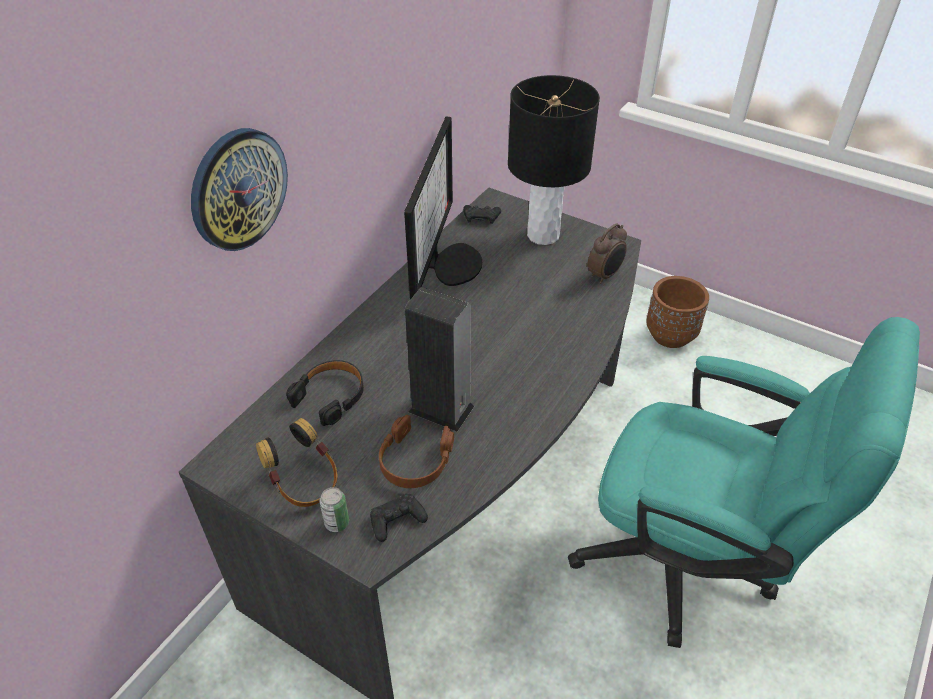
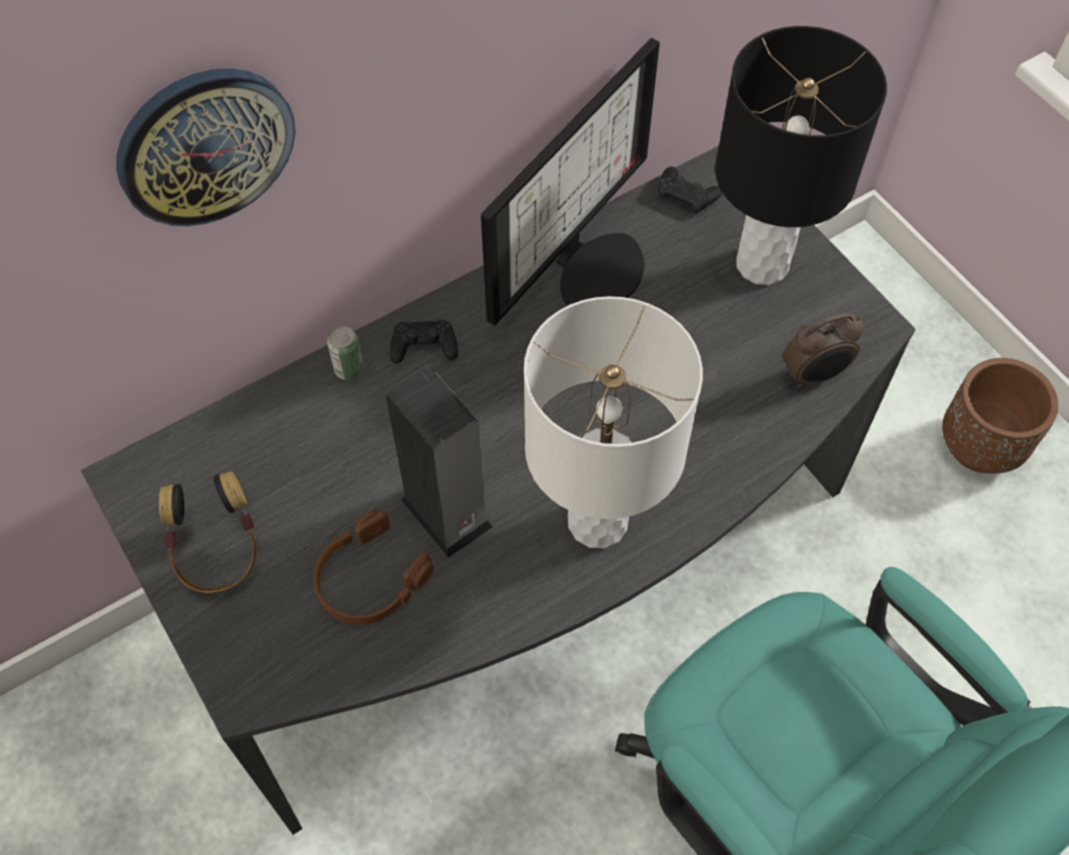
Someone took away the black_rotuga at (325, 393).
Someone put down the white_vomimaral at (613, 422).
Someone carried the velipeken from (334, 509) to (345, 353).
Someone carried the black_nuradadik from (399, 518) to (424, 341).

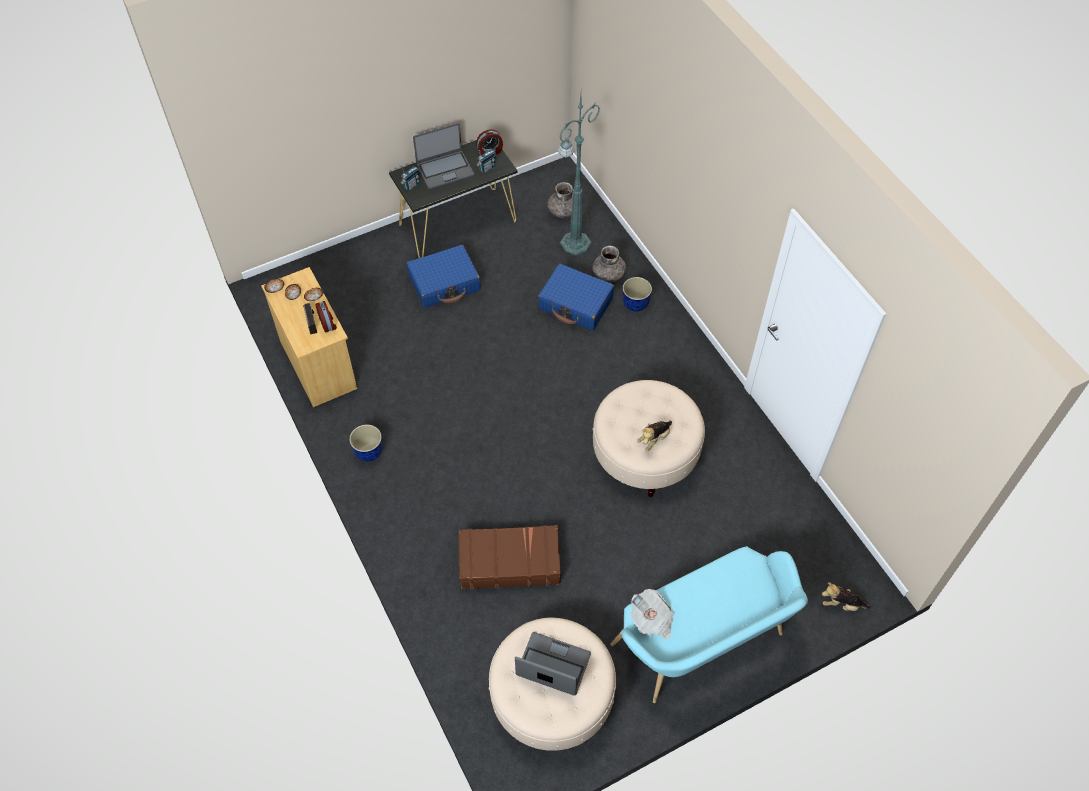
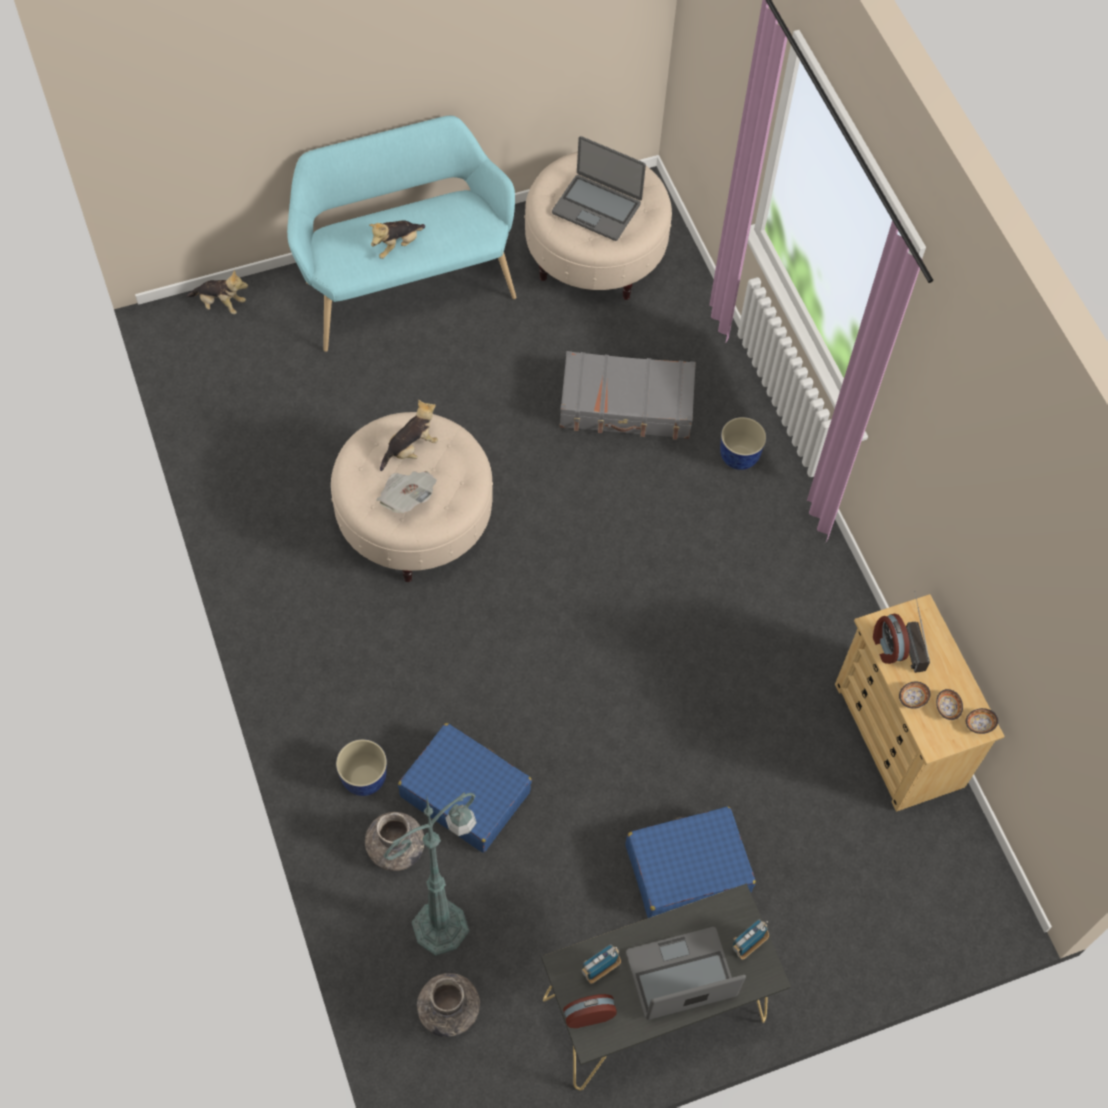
Someone put down the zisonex at (397, 239).
Someone carried the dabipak from (365, 443) to (743, 443).
Someone carried the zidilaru from (652, 614) to (406, 492).
Someone repainted the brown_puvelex at (510, 557), which became the grey_puvelex at (628, 395).

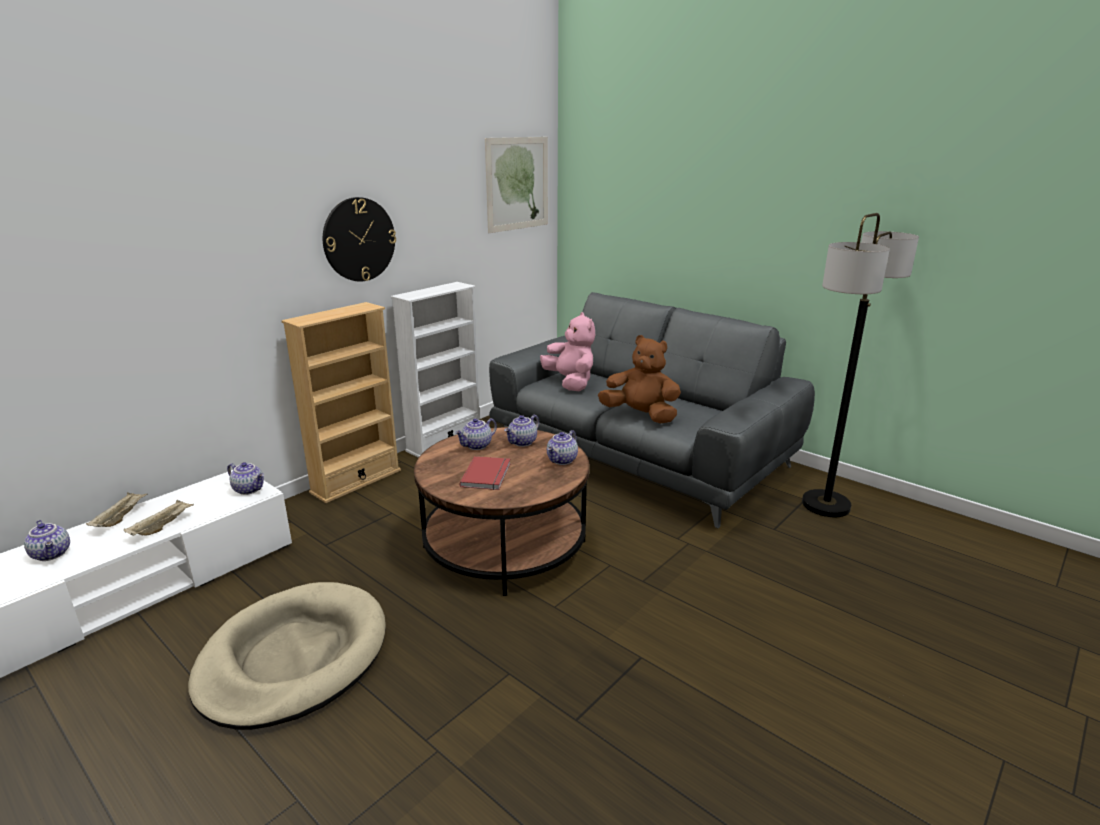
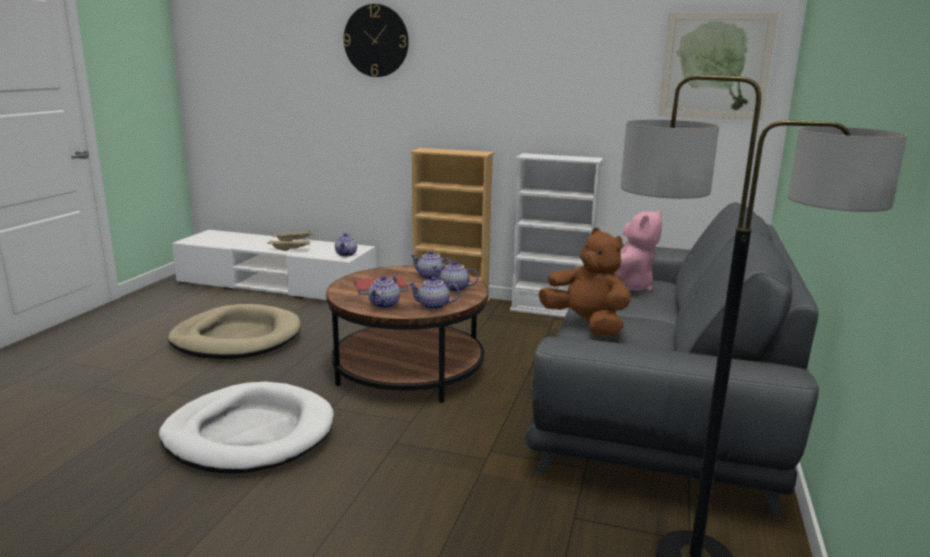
Someone put down the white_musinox at (246, 428).
Someone carried the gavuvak from (47, 540) to (384, 292).
Someone carried the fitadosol from (359, 239) to (376, 40).
Someone rotated the brown_zisonex at (639, 379) by 45 degrees counterclockwise.

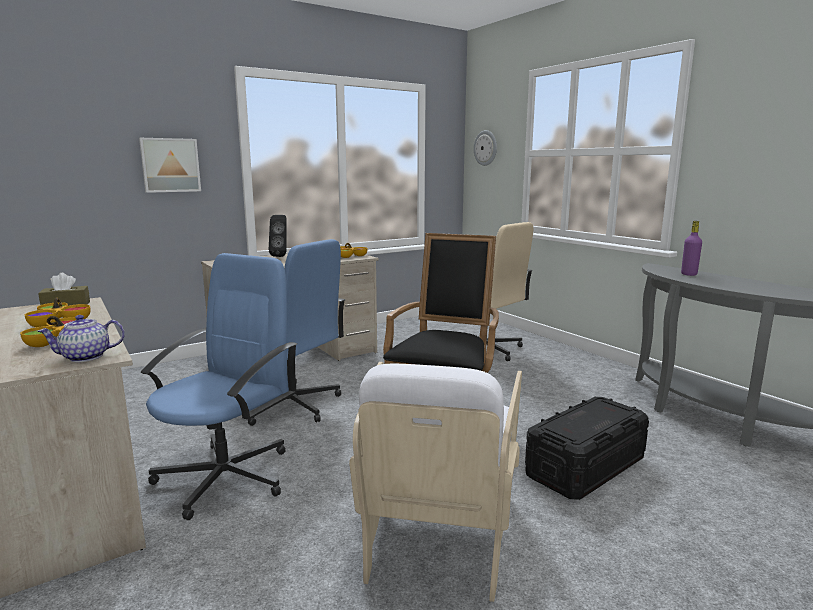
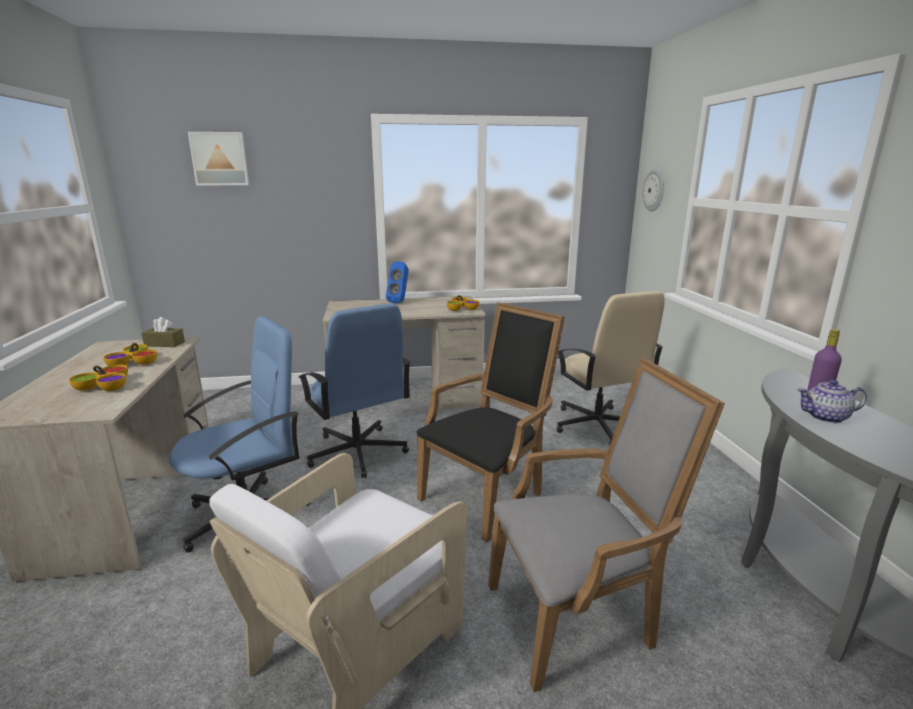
Someone carried the gavuvak from (81, 338) to (832, 401).
Someone carried the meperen from (170, 165) to (218, 158).
Someone swapped the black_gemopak at (587, 448) for the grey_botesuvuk at (606, 525).
Someone repainted the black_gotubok at (278, 236), which became the blue_gotubok at (397, 282).

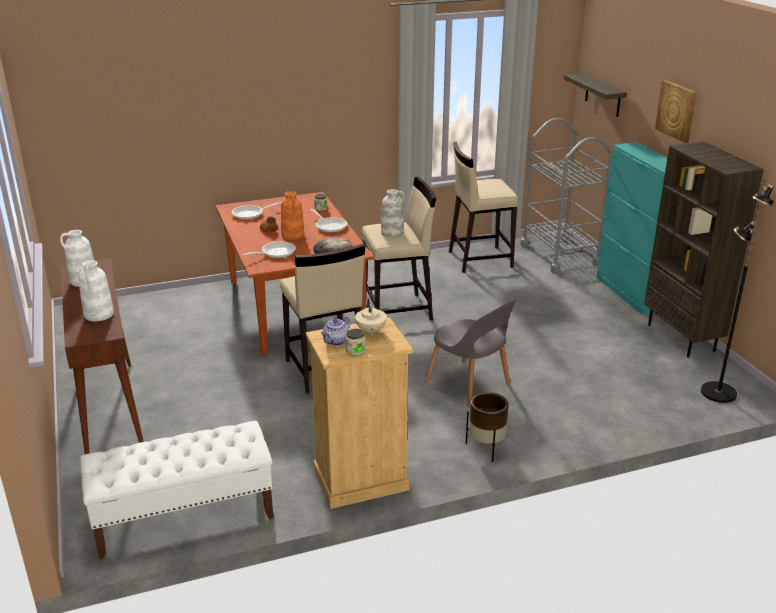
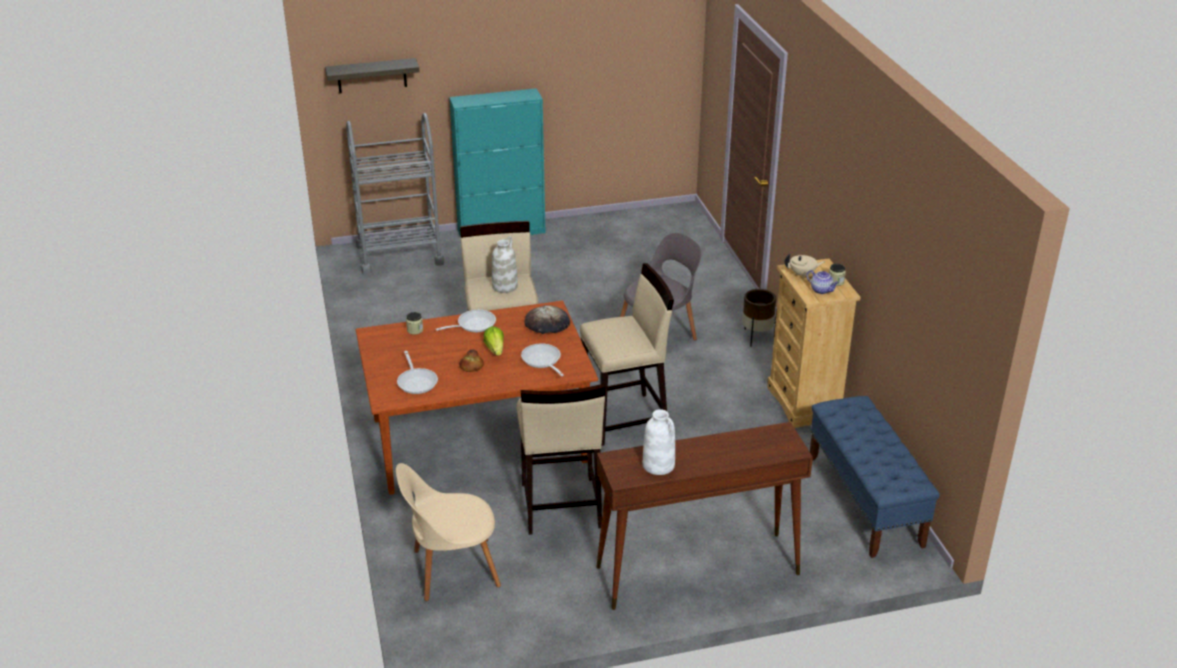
Someone took away the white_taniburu at (96, 290).
Someone took away the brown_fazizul at (704, 249).
Someone took away the meperen at (676, 111).
Someone took away the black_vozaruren at (737, 290).
Someone put down the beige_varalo at (448, 532).
Someone carried the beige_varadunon from (483, 207) to (561, 459).
Someone swapped the orange_taniburu at (292, 215) for the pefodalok at (494, 341).
Someone repainted the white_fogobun at (176, 490), which became the blue_fogobun at (875, 477).

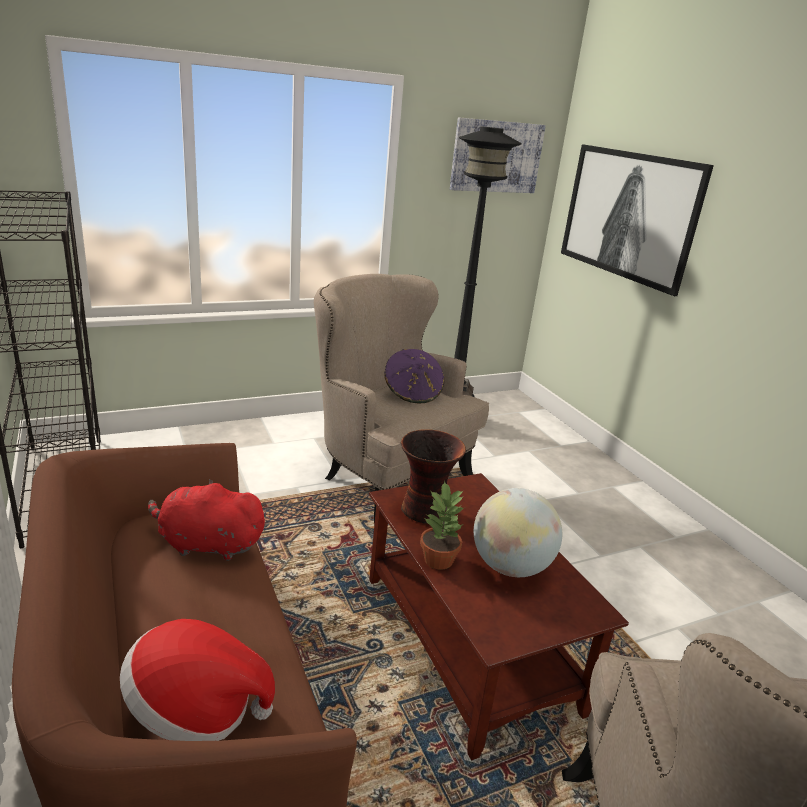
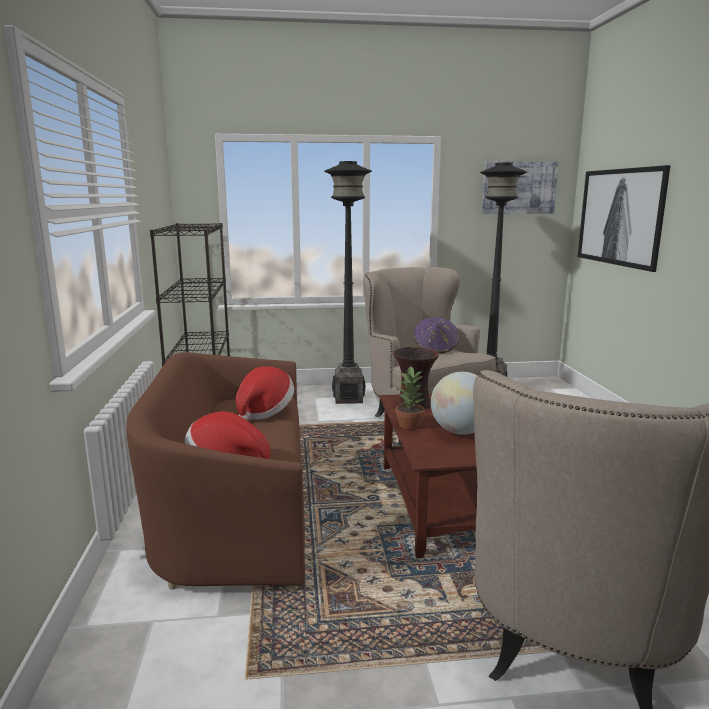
Someone put down the black_vozaruren at (348, 282).
Someone swapped the red_zisonex at (207, 520) for the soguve at (265, 393).

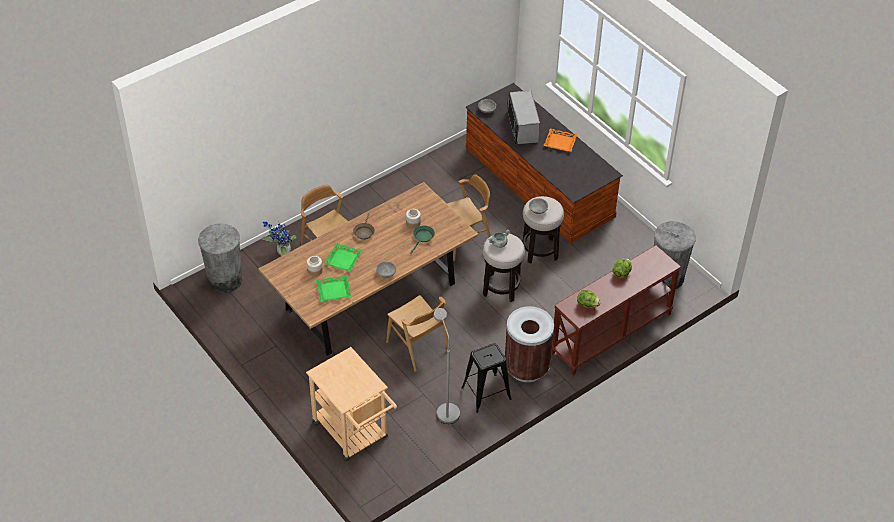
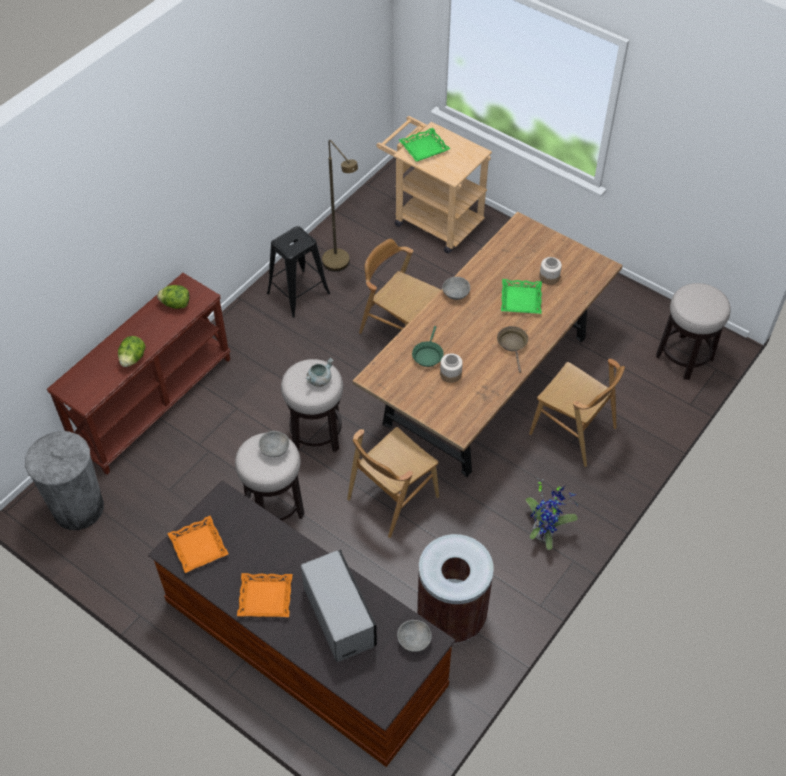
Someone put down the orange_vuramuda at (197, 544).
Someone carried the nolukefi from (279, 238) to (552, 514).
Someone carried the green_vuramuda from (334, 288) to (424, 145).
Someone carried the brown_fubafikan from (529, 344) to (455, 588).
Someone swapped the grey_fubafikan at (220, 258) for the varadunon at (693, 331).
Someone repainted the grey_vozaruren at (447, 366), which became the brown_vozaruren at (340, 206).

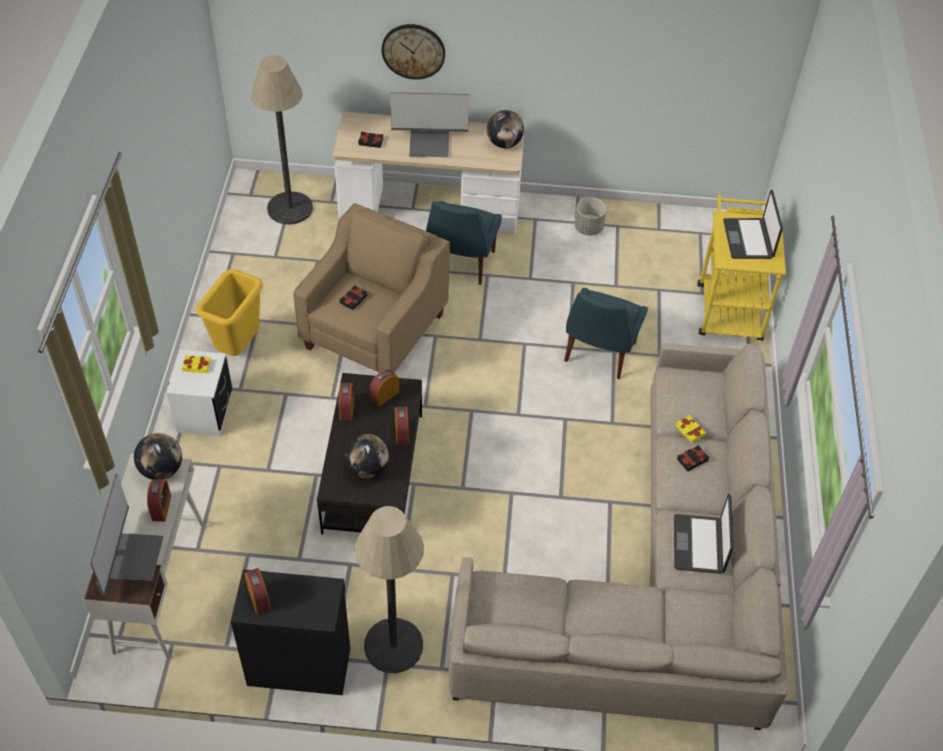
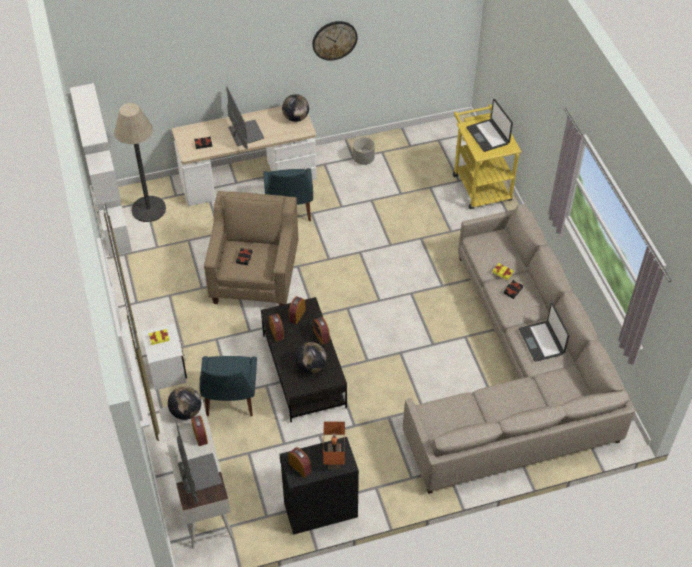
Someone took away the yellow_fubafikan at (229, 312).
Someone took away the vozaruren at (389, 589).
Someone put down the white_fazizul at (101, 169).
Someone put down the orange_vomimaral at (334, 445).
Someone carried the fitadosol from (413, 52) to (335, 41).
Someone carried the blue_varalo from (606, 333) to (228, 386).
Someone rotated the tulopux at (429, 124) by 90 degrees counterclockwise.

